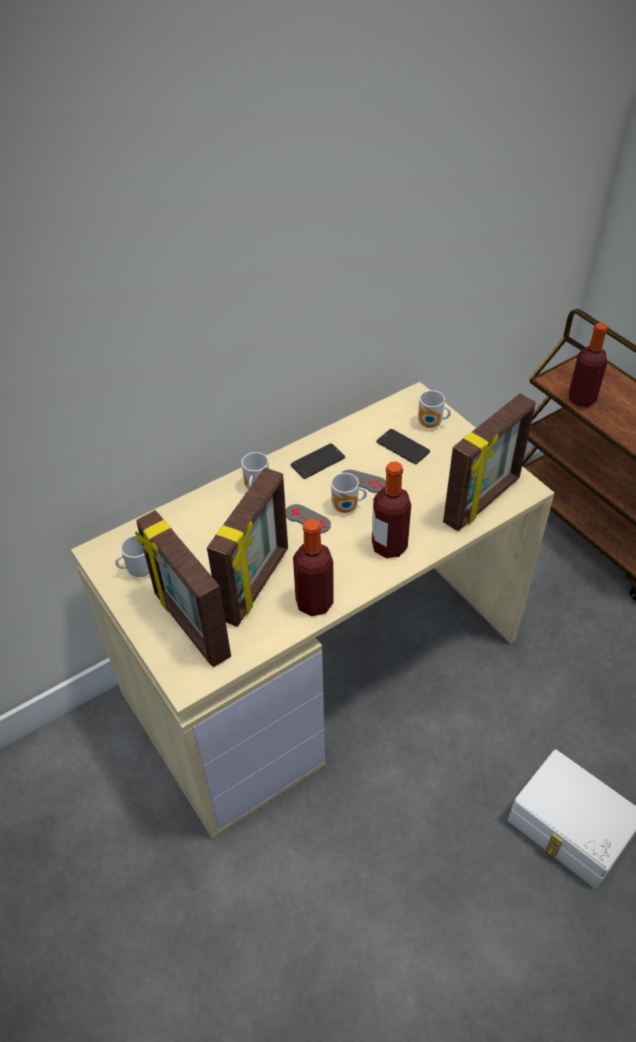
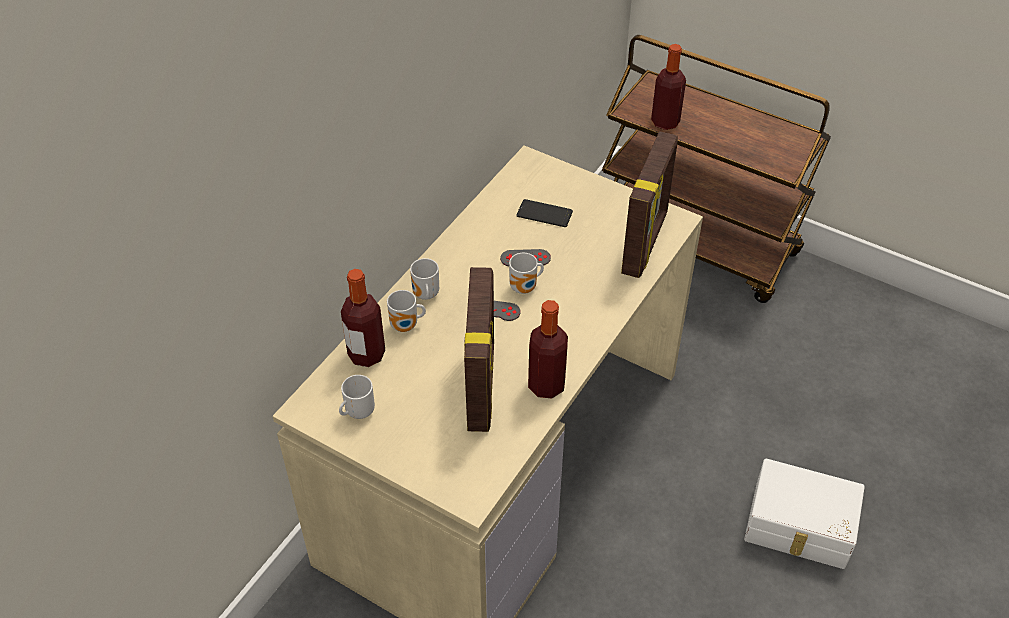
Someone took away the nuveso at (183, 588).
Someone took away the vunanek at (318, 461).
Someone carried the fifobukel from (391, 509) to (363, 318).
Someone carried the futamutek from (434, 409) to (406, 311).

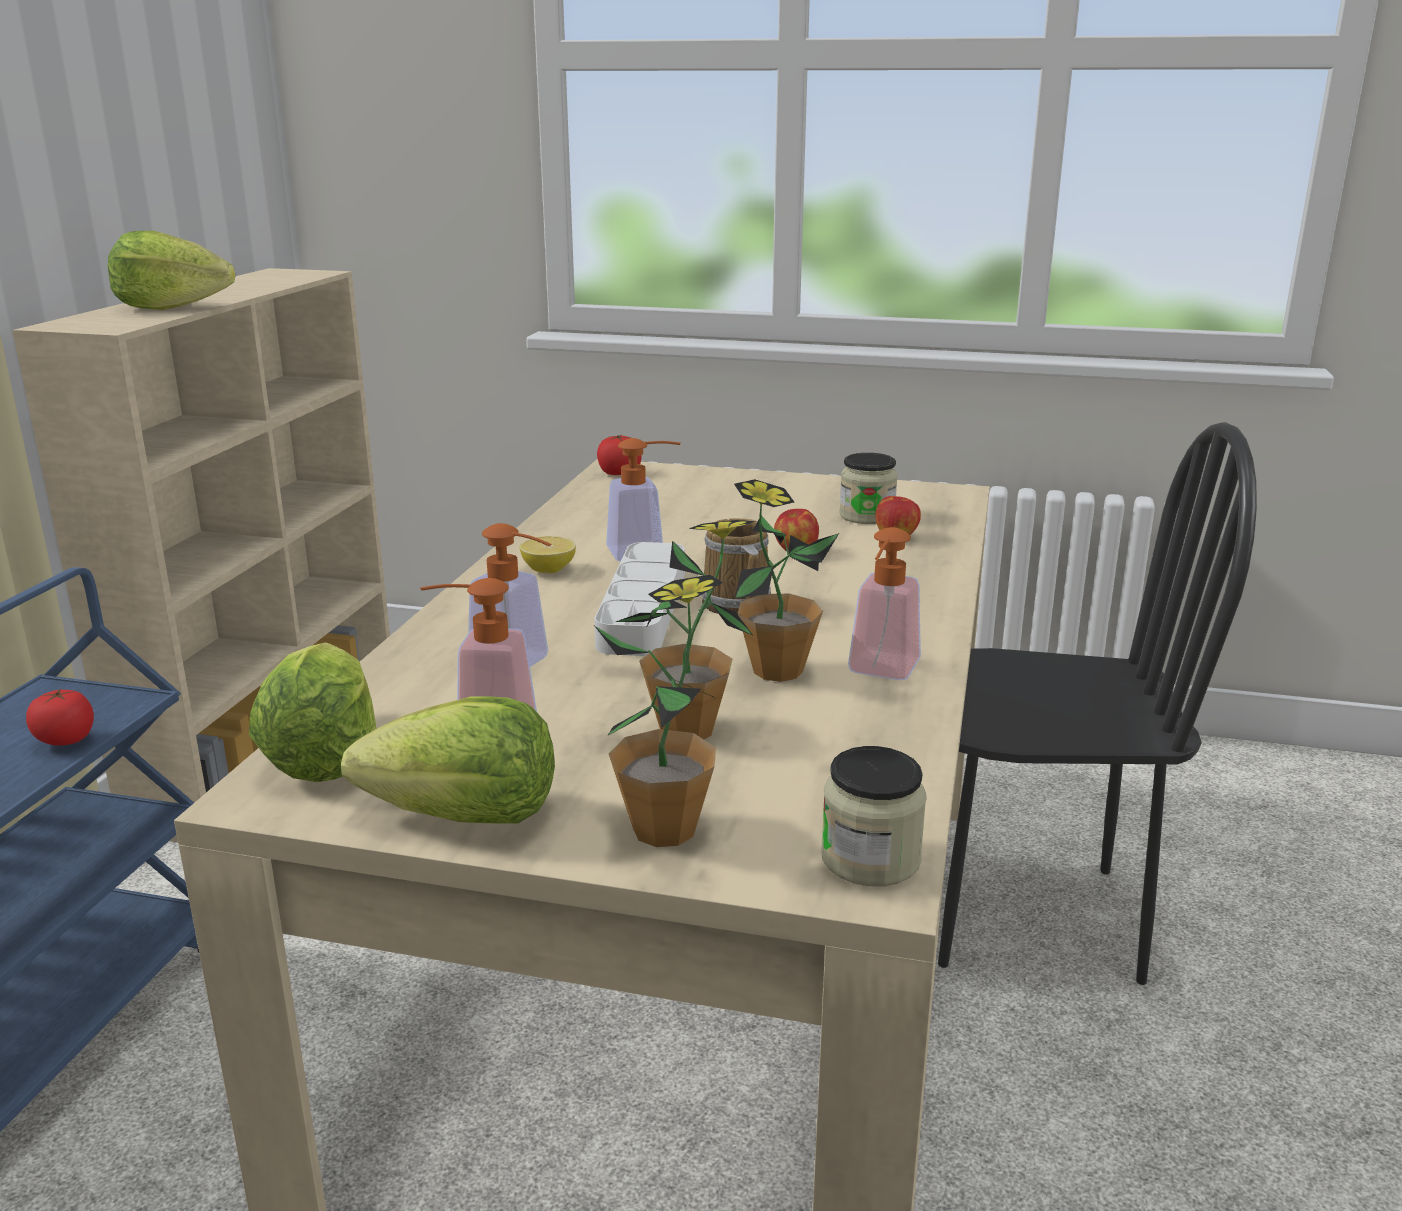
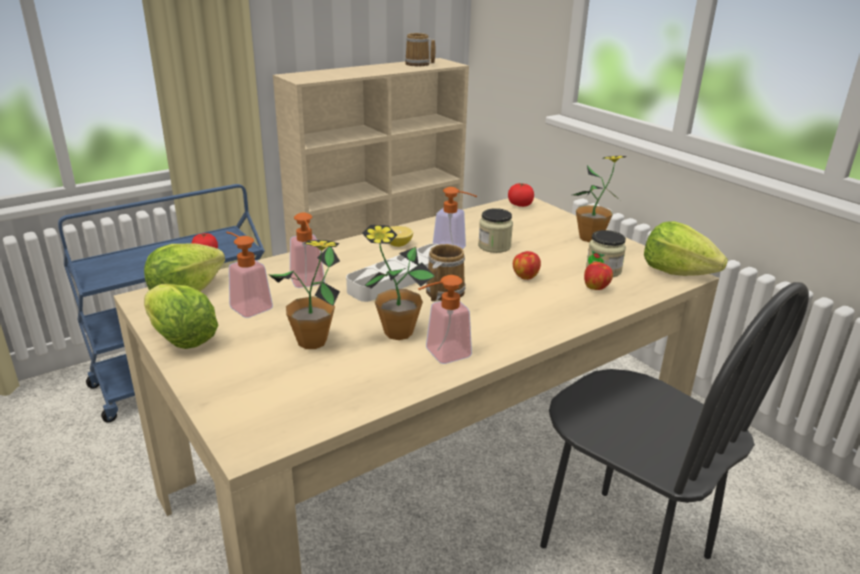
Someone put down the futamutek at (420, 49).
Someone carried the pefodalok from (171, 270) to (686, 248).
Someone carried the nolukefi from (659, 711) to (600, 199).
Someone carried the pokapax from (874, 816) to (495, 230).

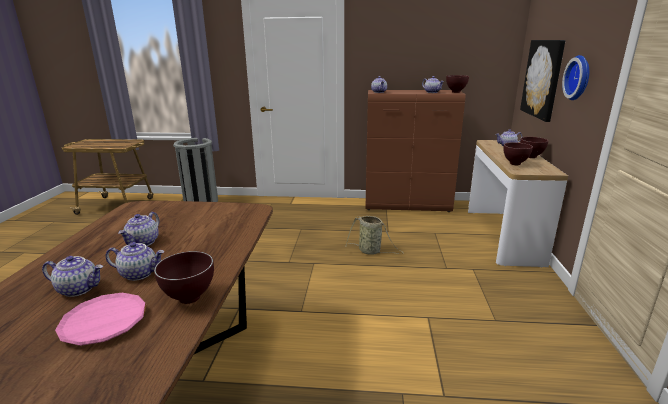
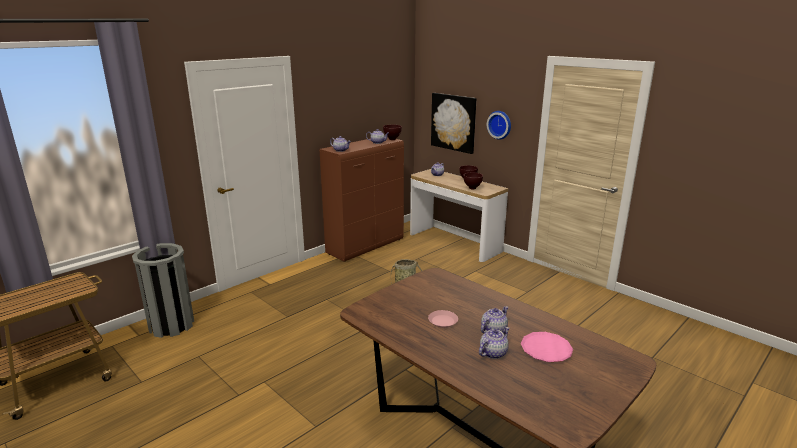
Someone took away the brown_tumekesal at (184, 277).
Someone swapped the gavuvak at (139, 229) for the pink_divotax at (443, 319).

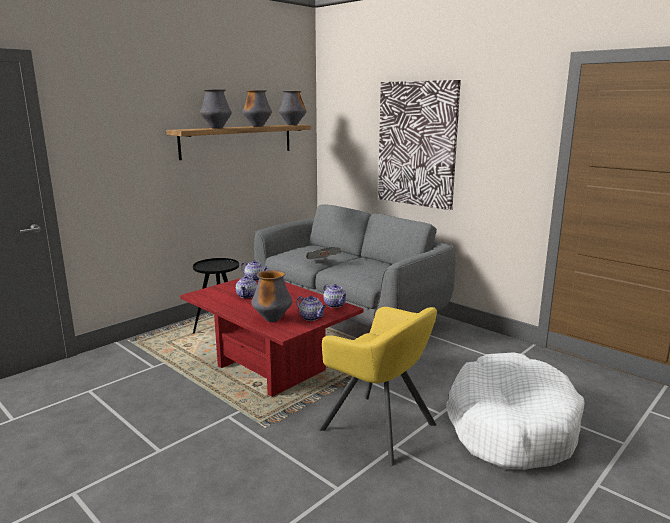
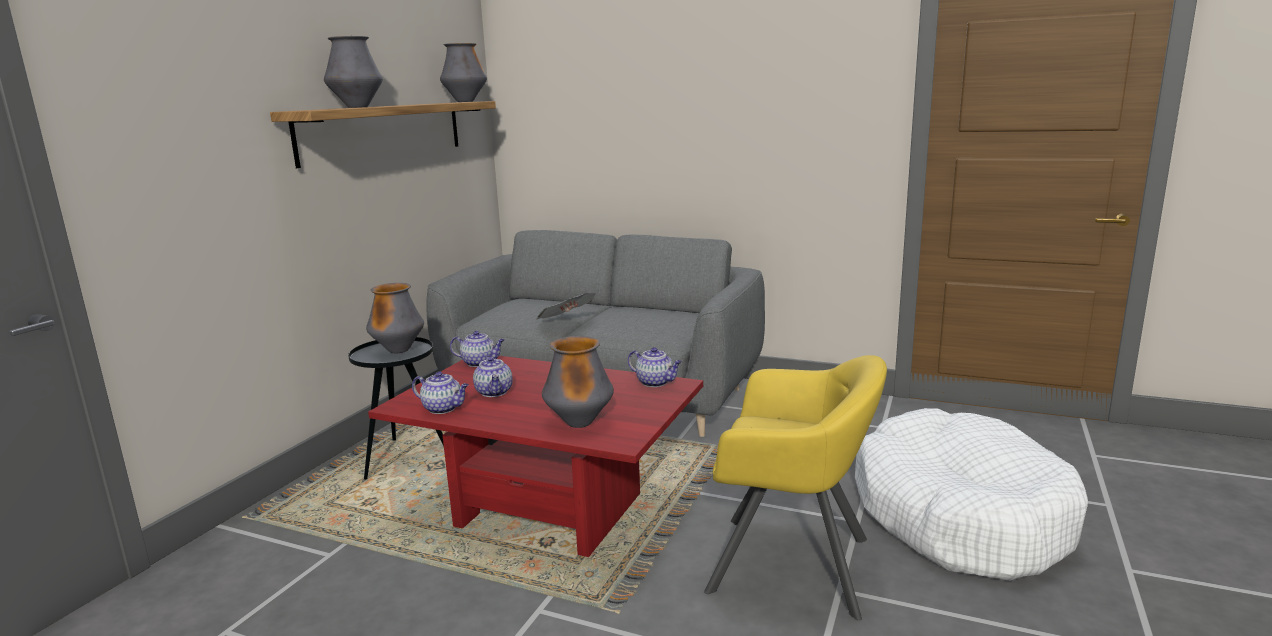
Someone took away the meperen at (419, 145).
Someone carried the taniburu from (257, 108) to (395, 318).
Someone carried the gavuvak from (311, 308) to (440, 392).

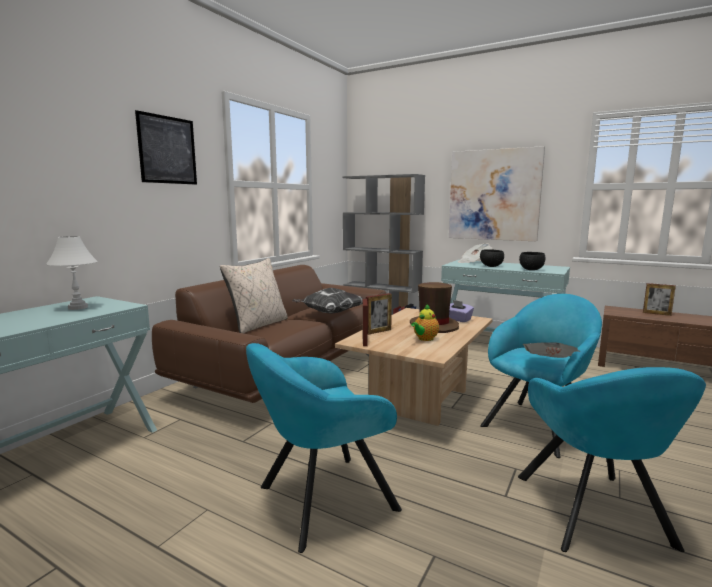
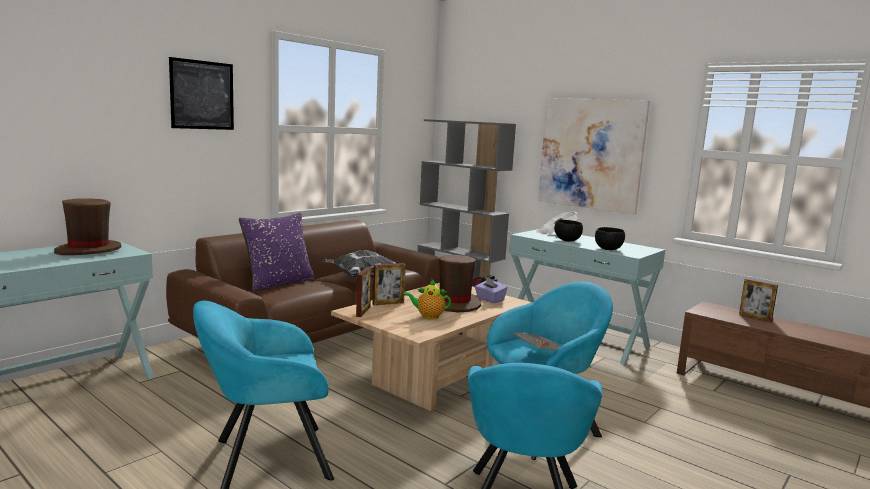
Someone swapped the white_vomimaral at (71, 273) for the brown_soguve at (87, 227).
Someone repainted the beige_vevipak at (254, 295), which became the purple_vevipak at (276, 251).
Someone rotated the gavuvak at (425, 323) by 45 degrees clockwise.

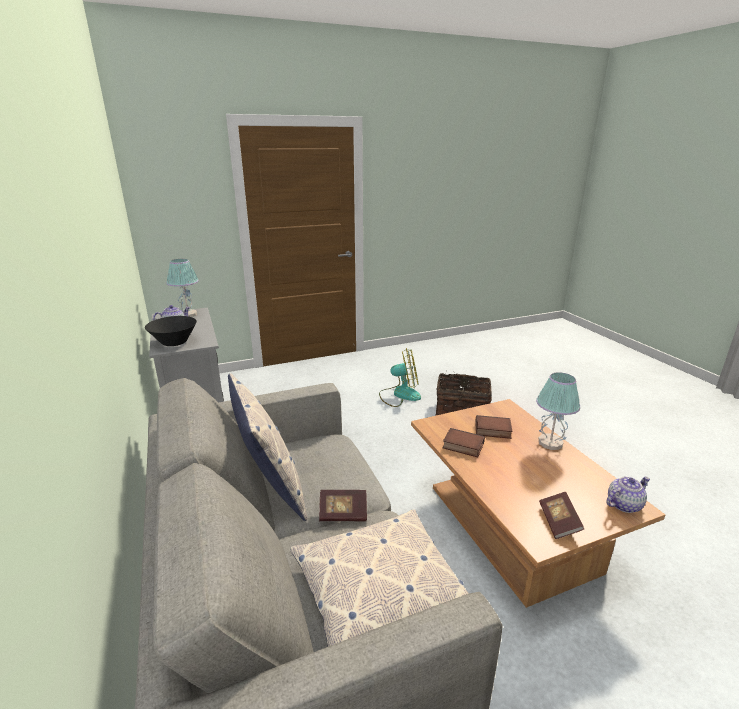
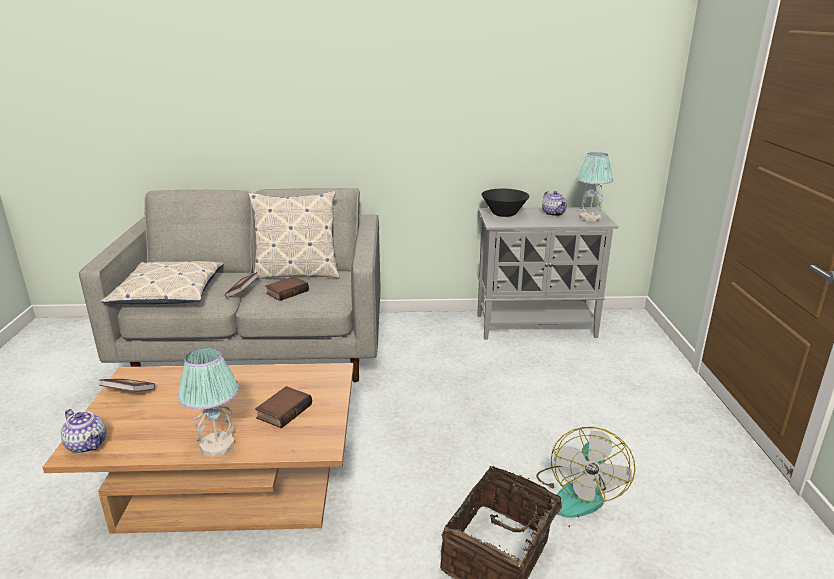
Someone carried the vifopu from (464, 442) to (287, 288).
Someone rotated the gavuvak at (628, 495) by 45 degrees counterclockwise.

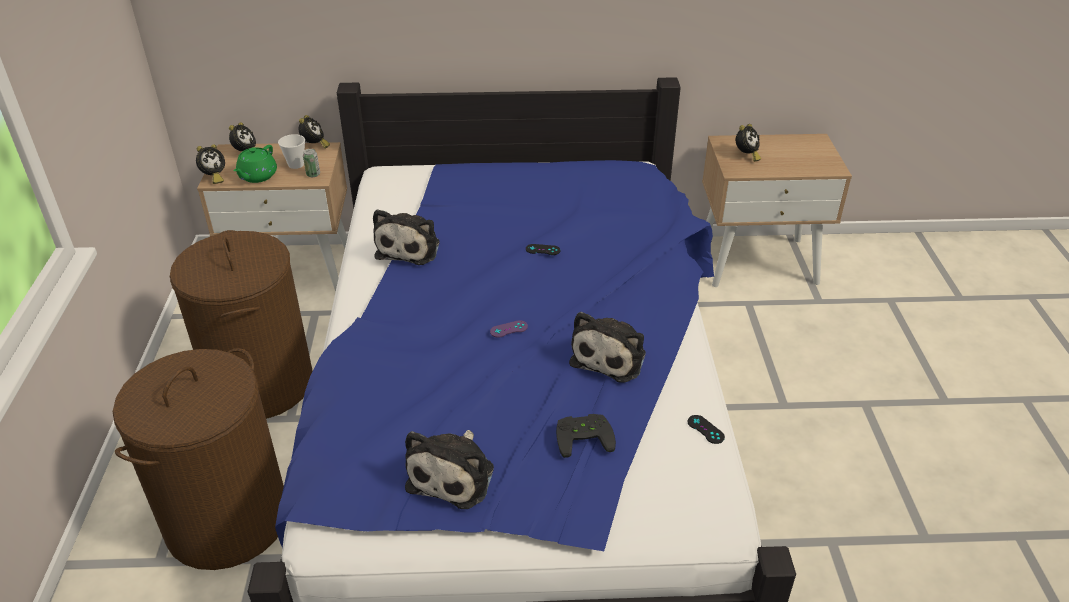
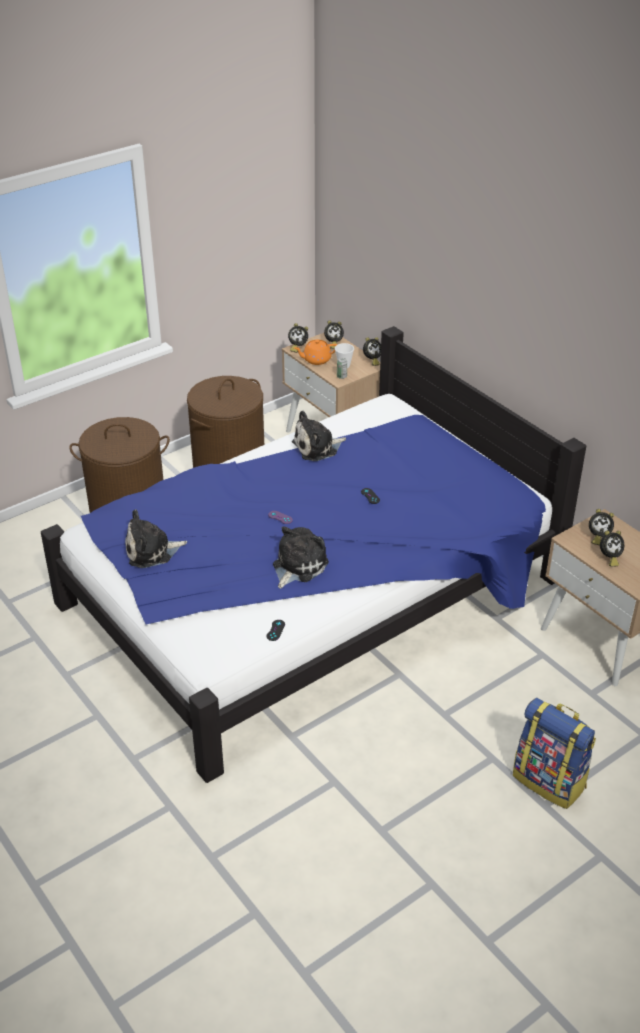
Someone took away the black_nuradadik at (586, 436).
Someone put down the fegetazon at (554, 753).
Someone put down the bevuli at (612, 549).
Someone repainted the green_gavuvak at (255, 164), which became the orange_gavuvak at (315, 352).
Someone rotated the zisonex at (607, 347) by 135 degrees clockwise.

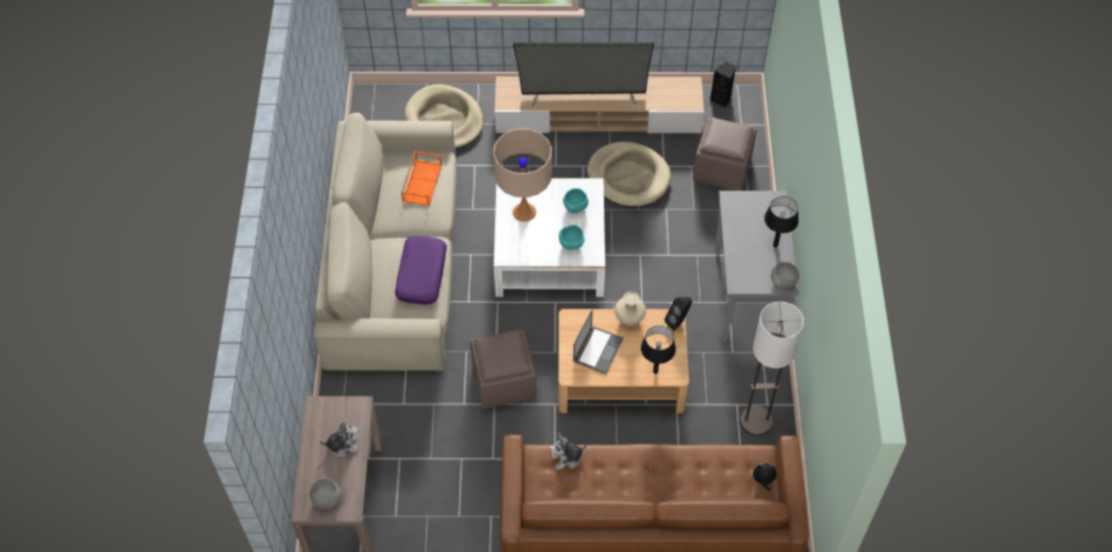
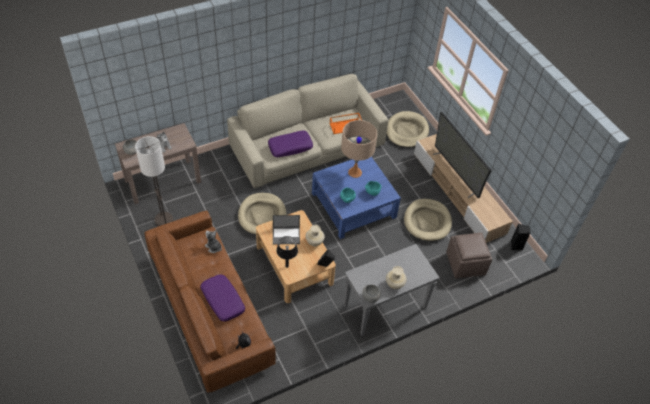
Someone put down the purple_vevipak at (222, 298).
Someone carried the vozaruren from (772, 368) to (154, 181).
Someone swapped the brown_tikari at (503, 369) for the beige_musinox at (262, 214).
Someone swapped the black_vomimaral at (781, 221) for the beige_taniburu at (396, 277).
Someone repainted the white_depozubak at (549, 237), which became the blue_depozubak at (356, 198).

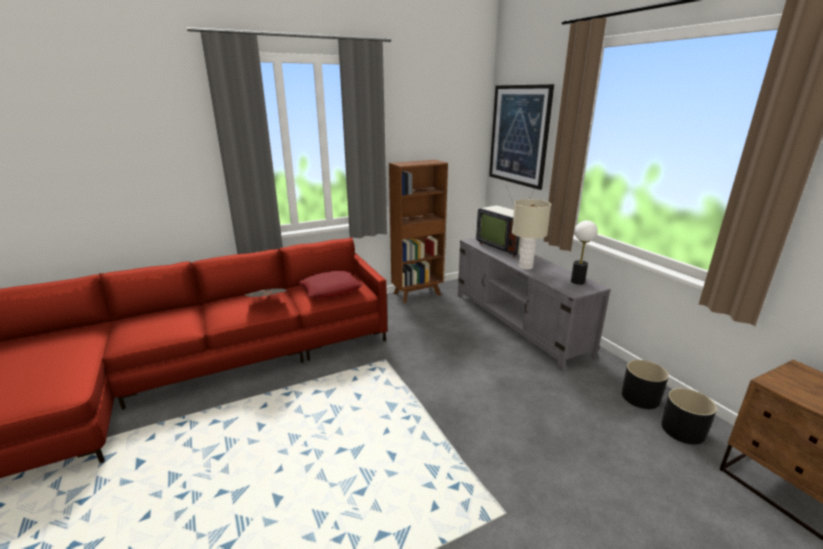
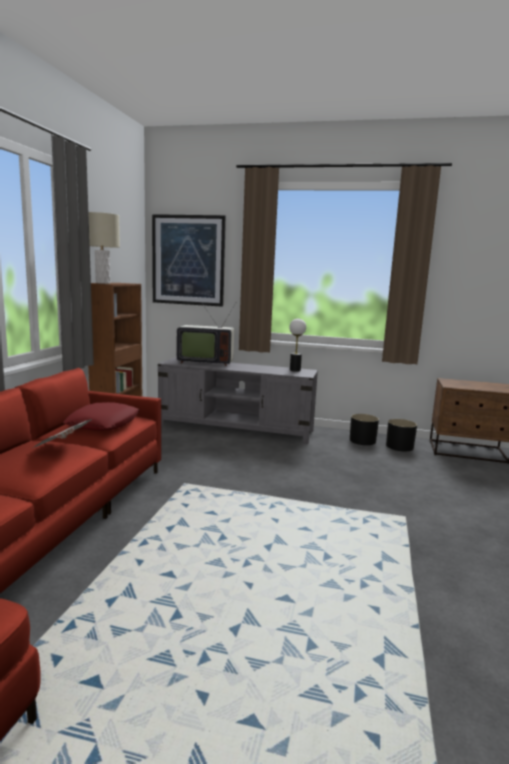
Someone carried the beige_vomimaral from (531, 234) to (104, 248).

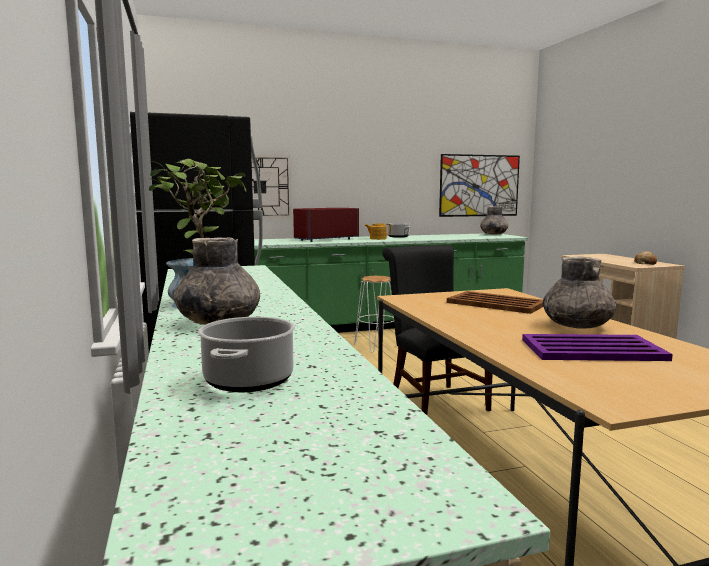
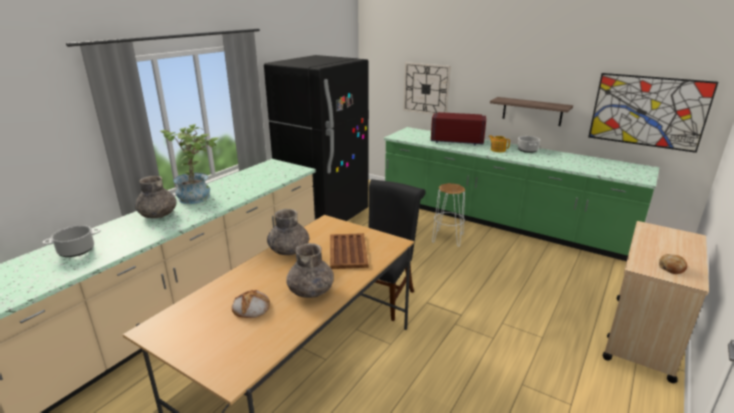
Someone put up the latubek at (531, 111).
Someone carried the grey_taniburu from (494, 220) to (288, 232).
Someone swapped the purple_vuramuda at (597, 347) for the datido at (251, 304).

